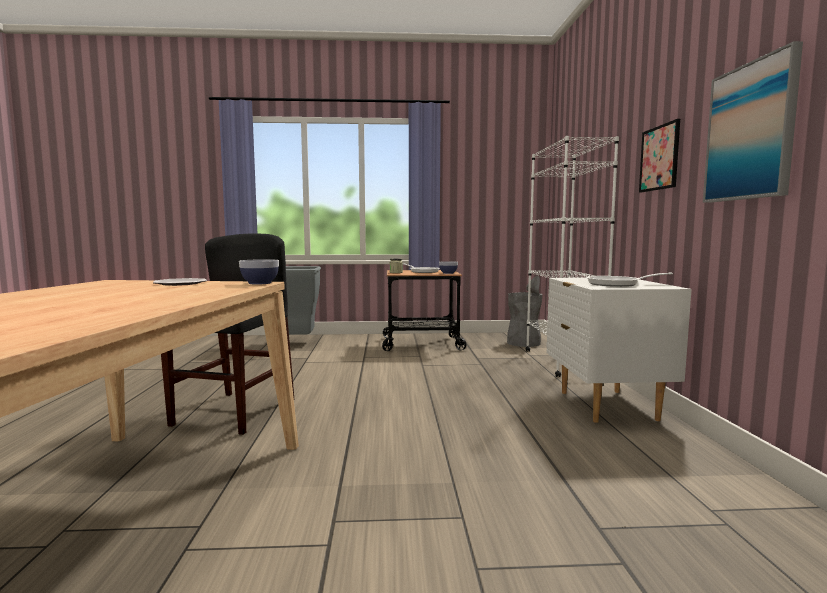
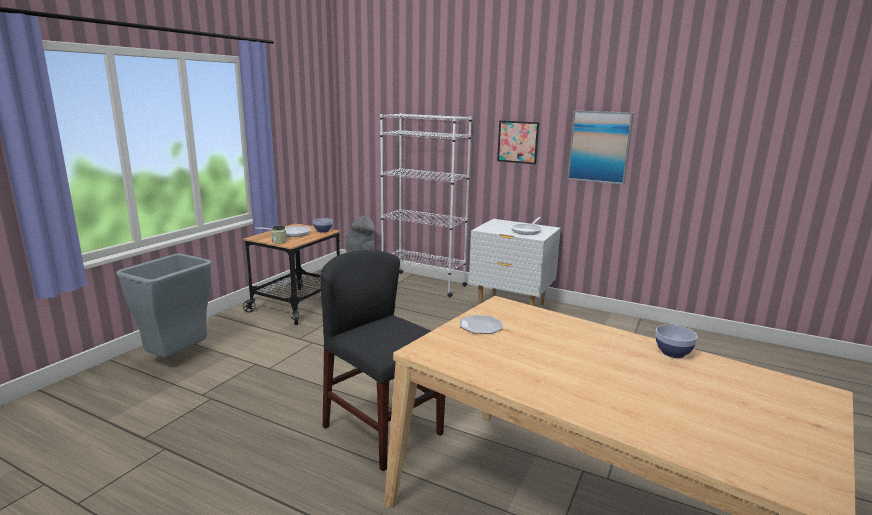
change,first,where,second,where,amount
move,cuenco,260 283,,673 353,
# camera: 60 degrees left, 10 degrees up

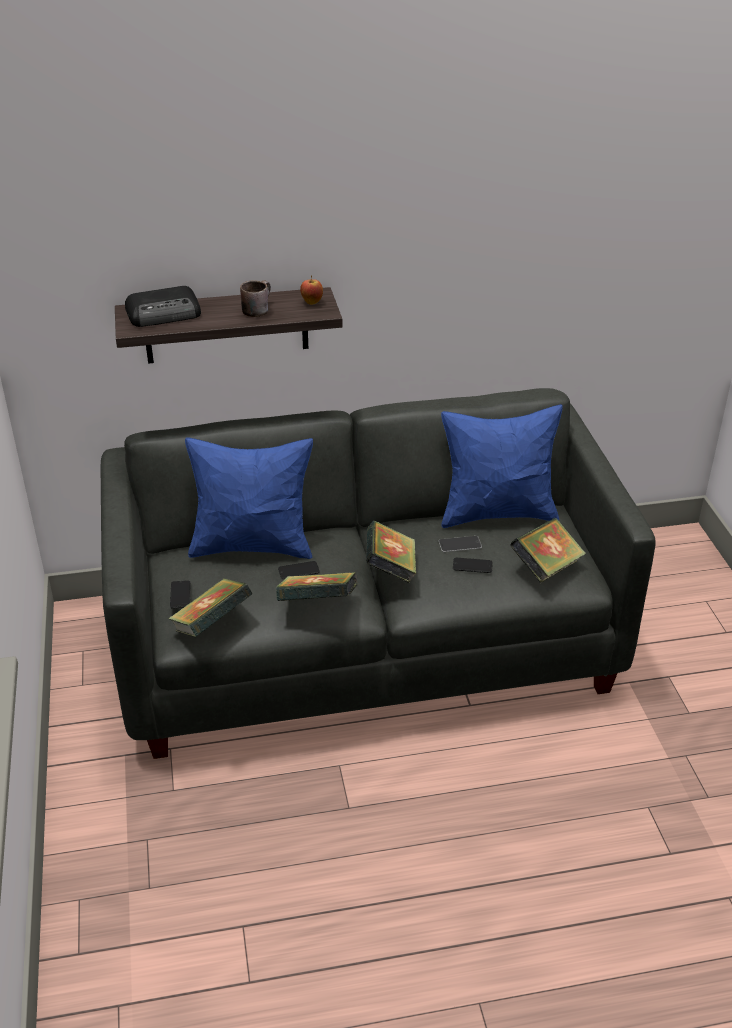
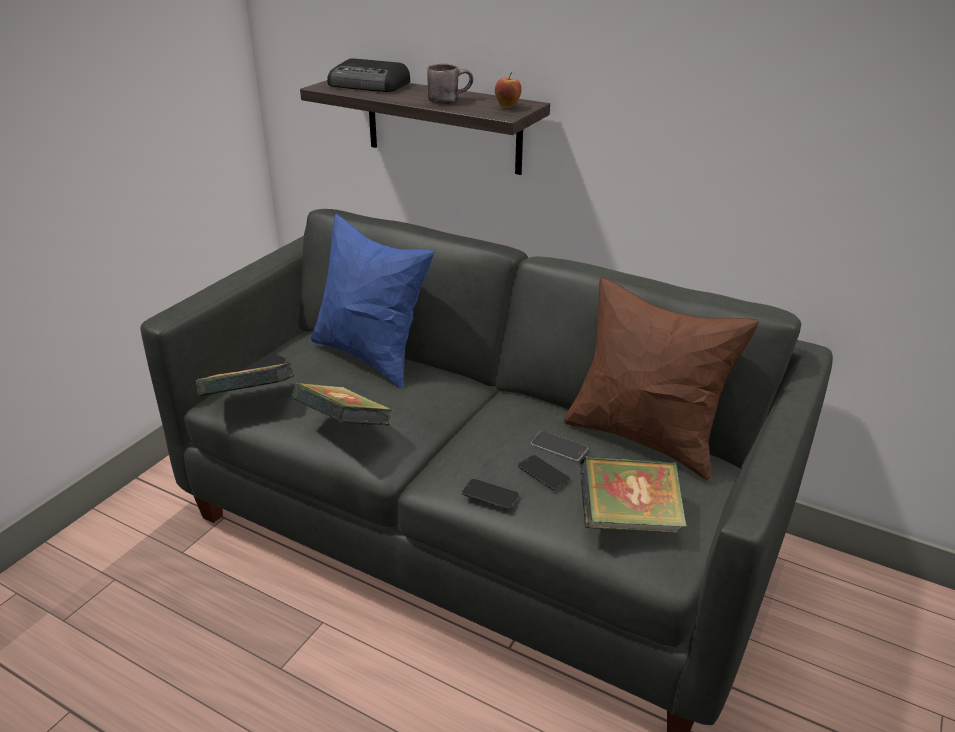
change,first,where,second,where,amount
recolor,cojín [azul],497 513,cojín [marrón],644 438,
delete,libro,390 569,,,
move,móvil,298 571,,490 494,
# camera: 40 degrees right, 5 degrees down

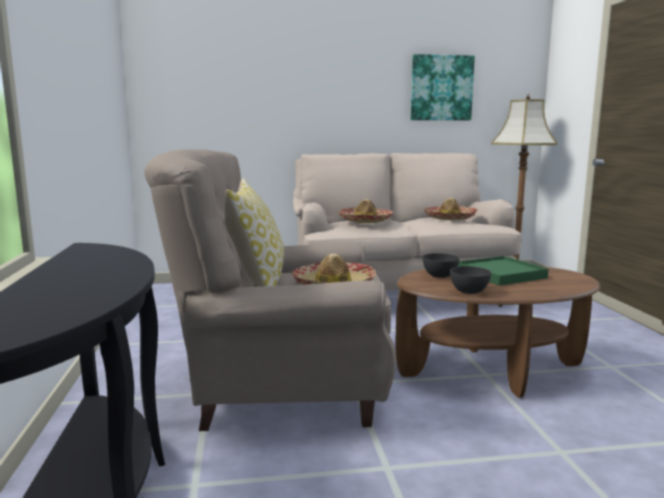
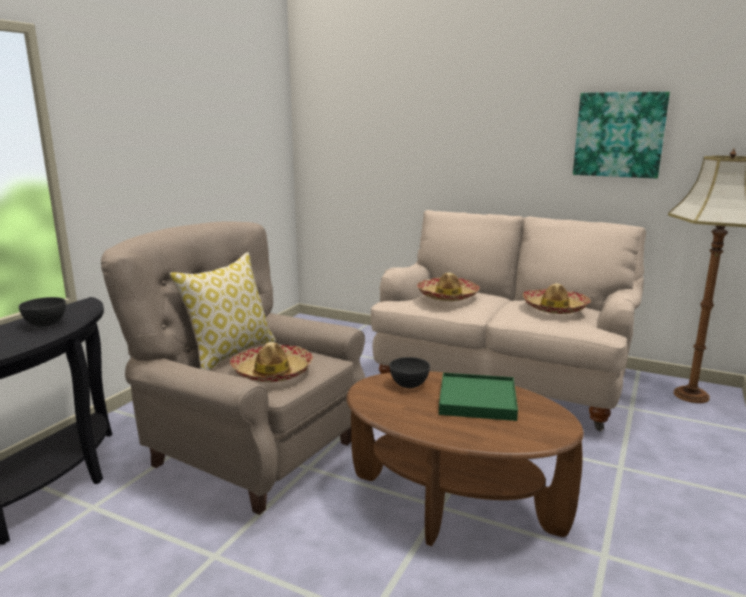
change,first,where,second,where,amount
move,cuenco [gris],469 291,,46 324,
# camera: 35 degrees right, 5 degrees up

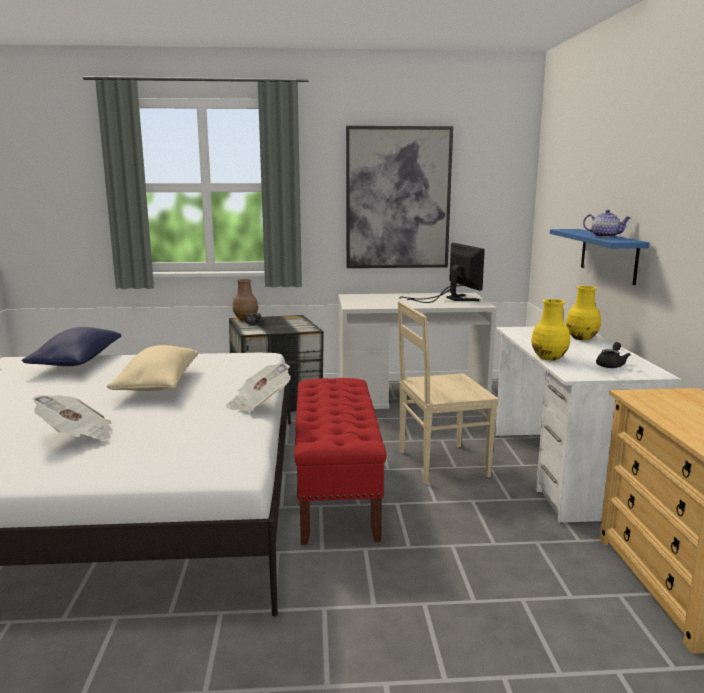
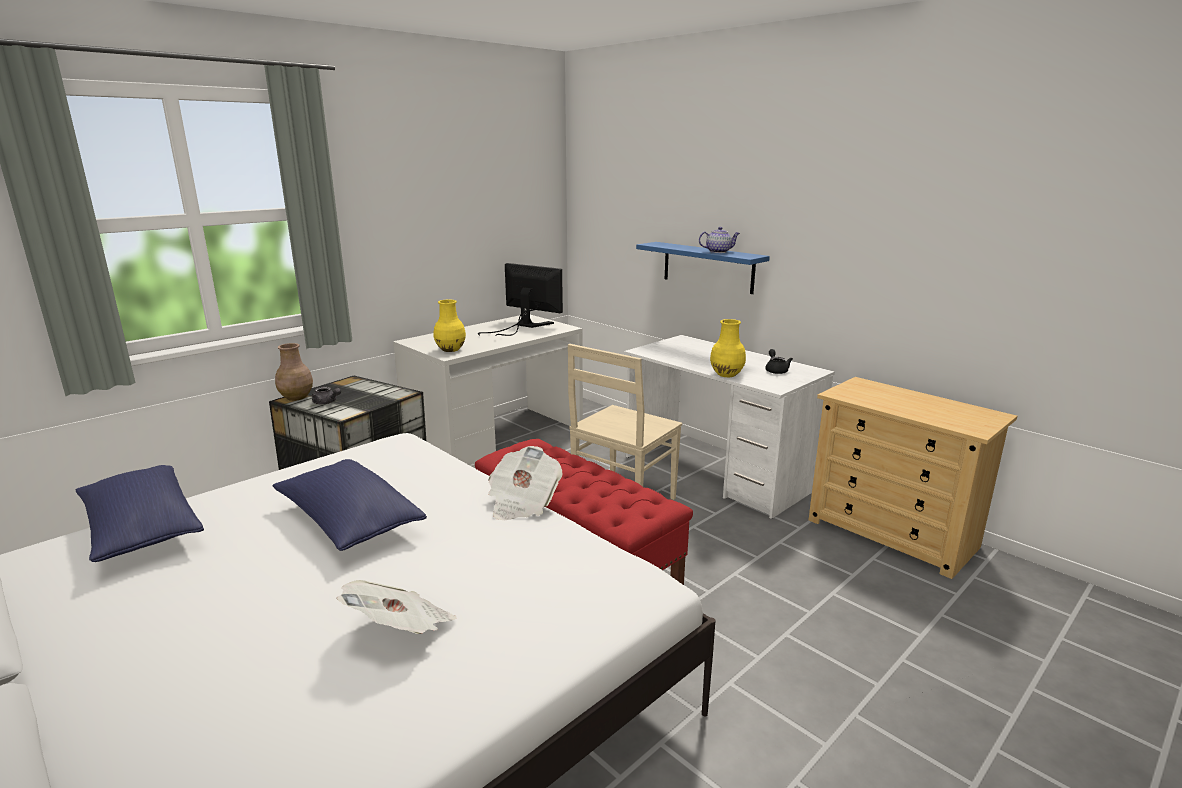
change,first,where,second,where,amount
delete,cuadro,398 198,,,
move,florero [amarillo],581 338,,450 349,
recolor,cojín [beis],157 385,cojín [azul],349 522,
# camera: 40 degrees left, 5 degrees up

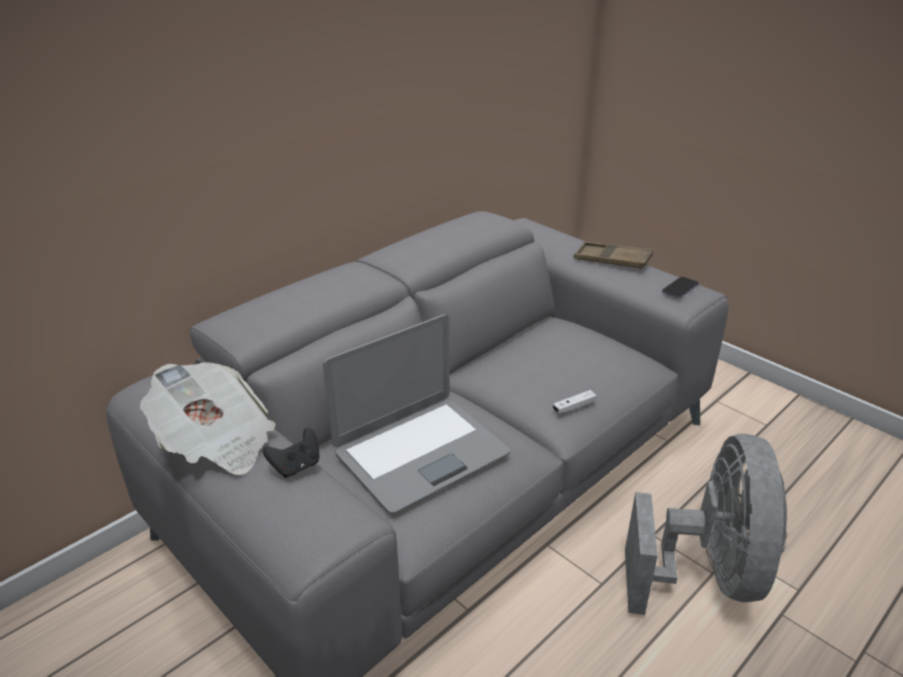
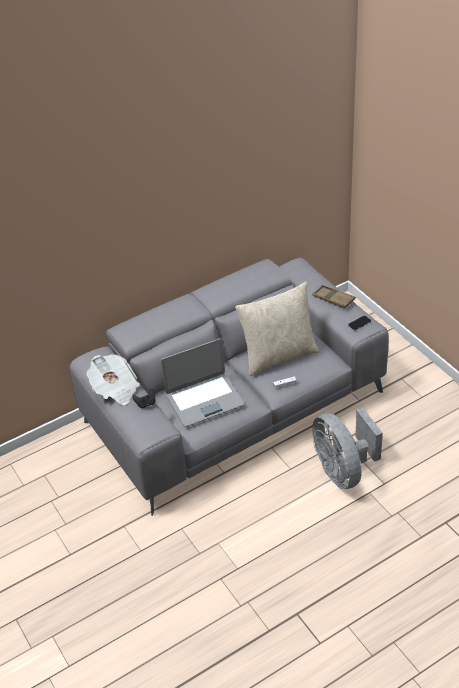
change,first,where,second,where,amount
rotate,ventilador [gris],706 573,,343 470,135 degrees clockwise
insert,,,cojín [beis],278 355,
# camera: 15 degrees right, 10 degrees up

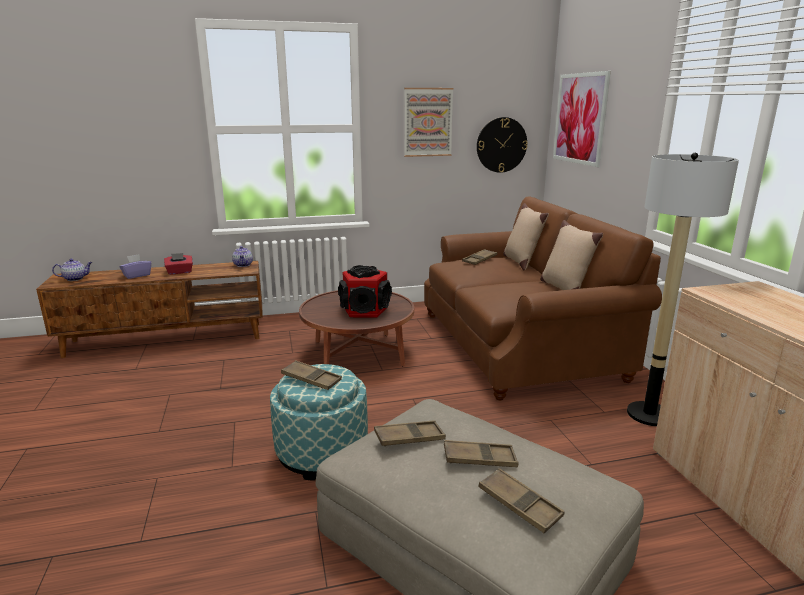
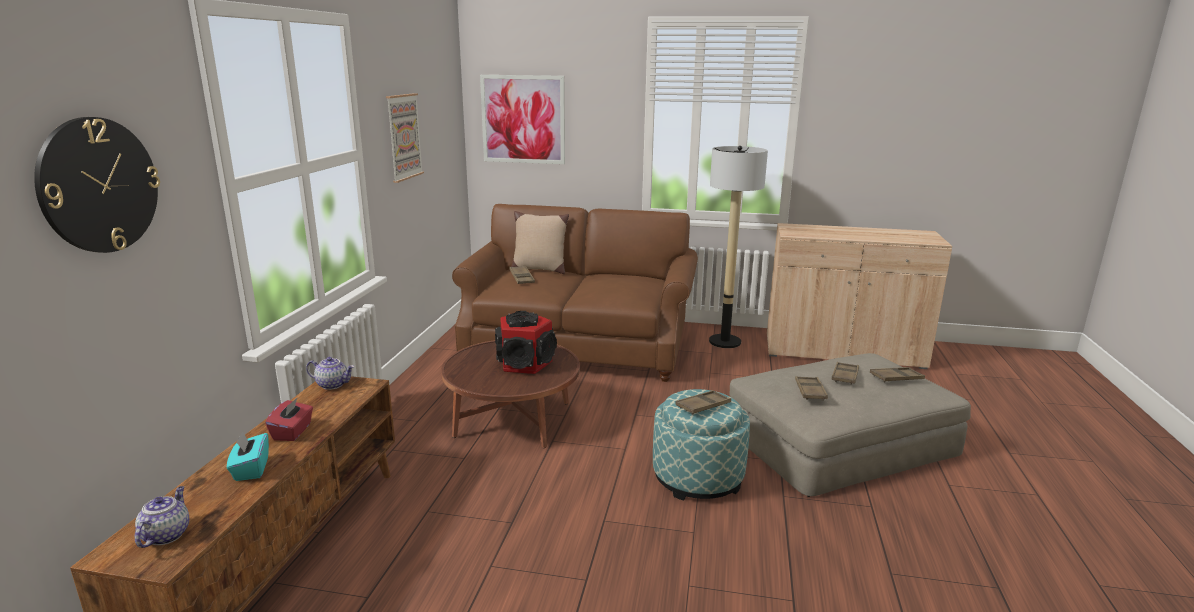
change,first,where,second,where,amount
move,reloj de pared,501 145,,99 185,
delete,cojín [beis],564 288,,,
recolor,caja de pañuelos [morado],137 275,caja de pañuelos [turquesa],251 469,
# camera: 65 degrees left, 0 degrees up

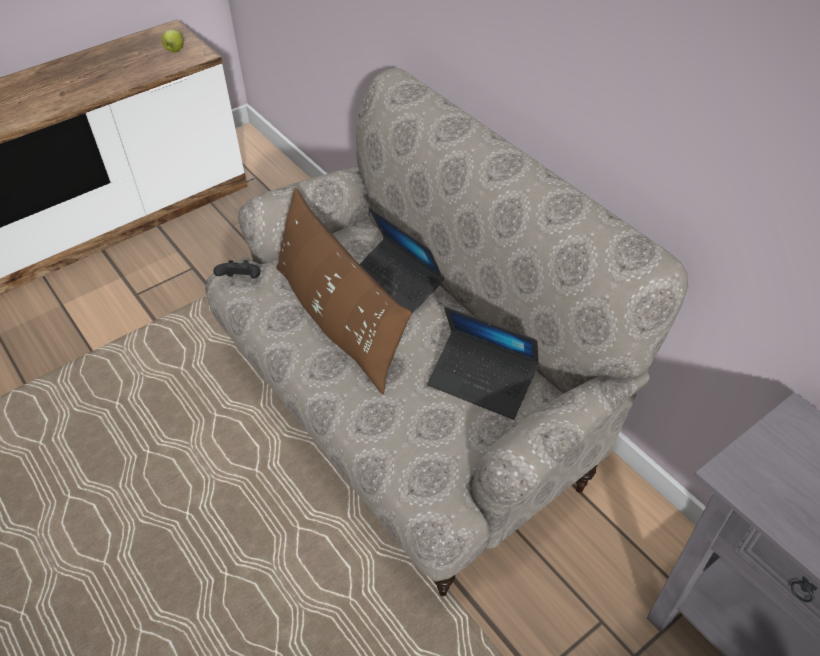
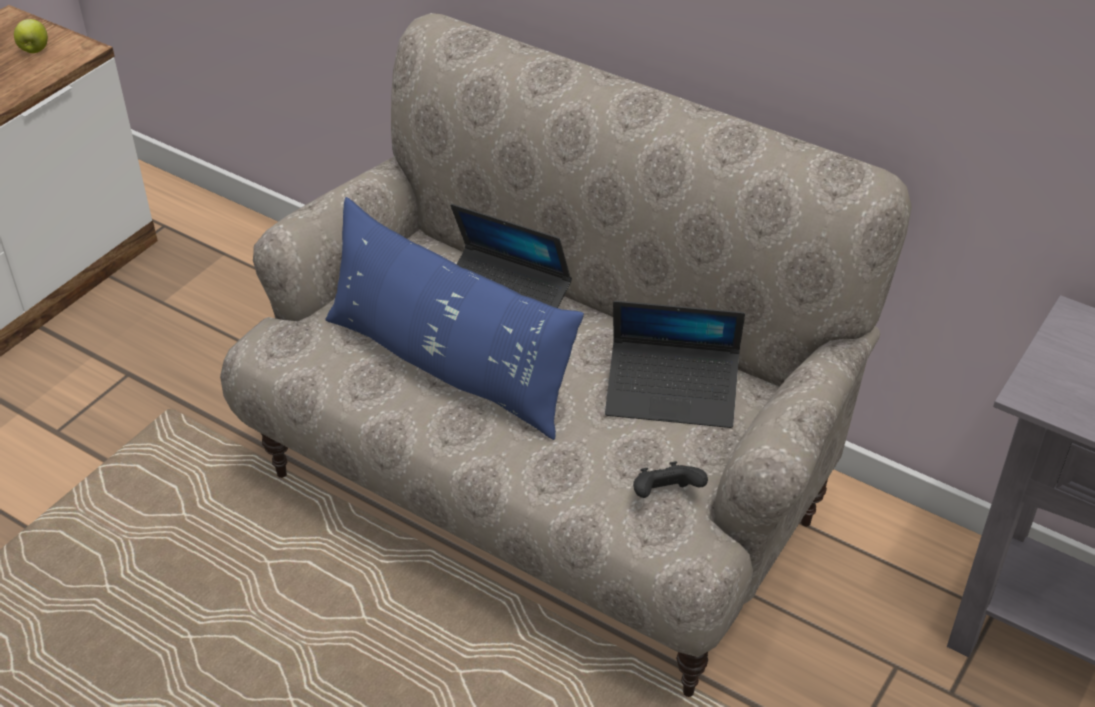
change,first,where,second,where,amount
recolor,cojín [marrón],338 320,cojín [azul],448 366,
move,mando de consola [negro],241 280,,665 496,
# camera: 20 degrees left, 5 degrees down

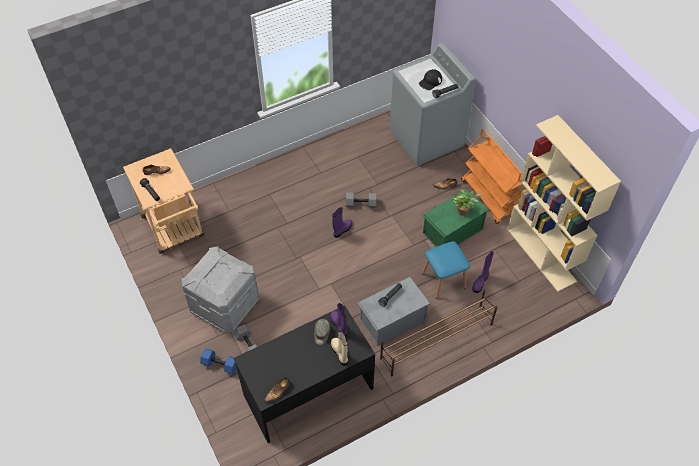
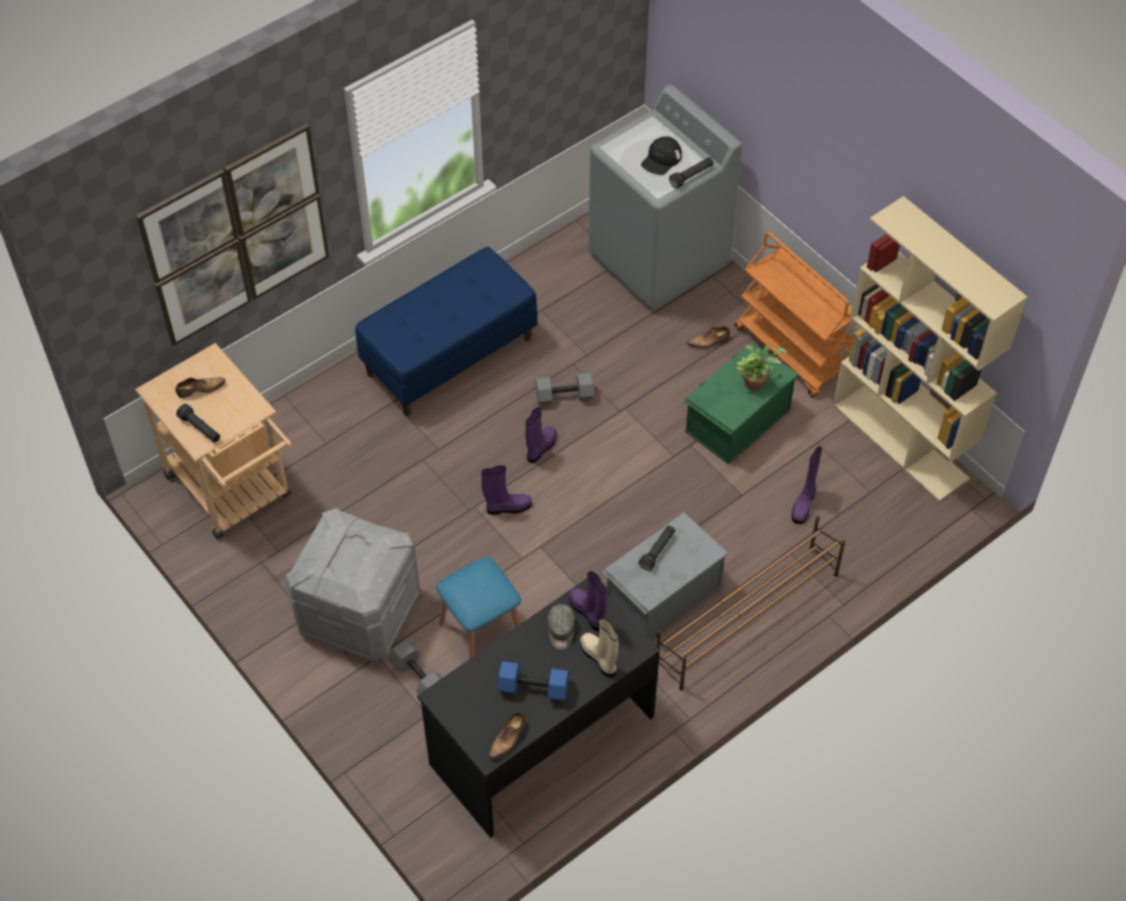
change,first,where,second,where,amount
move,taburete [azul],443 280,,481 630,
move,mancuerna [azul],221 364,,534 687,
insert,,,cuadro,236 235,
insert,,,banco [azul],449 355,
insert,,,bota [morado],507 507,
# camera: 10 degrees left, 0 degrees up

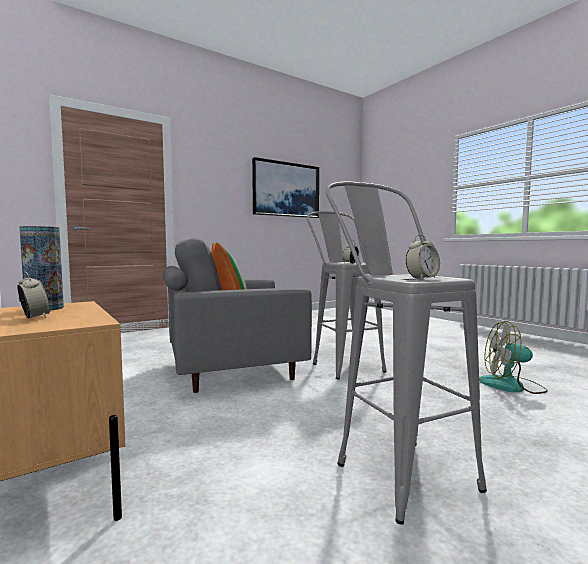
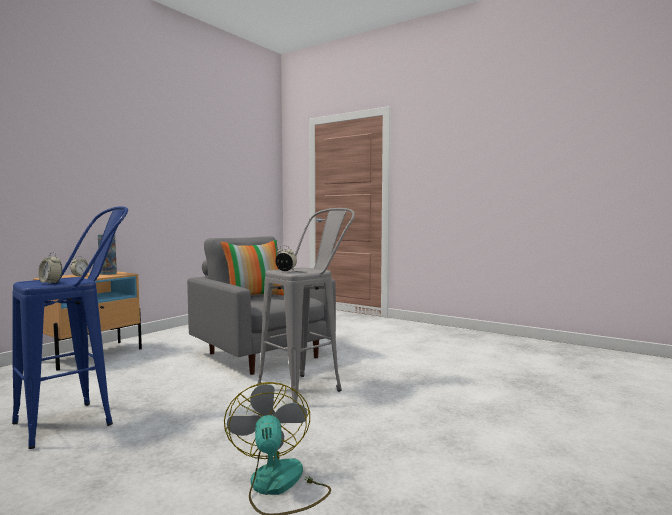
change,first,where,second,where,amount
delete,cuadro,286 189,,,
recolor,taburete [gris],393 466,taburete [azul],79 419,
# camera: 70 degrees right, 0 degrees up

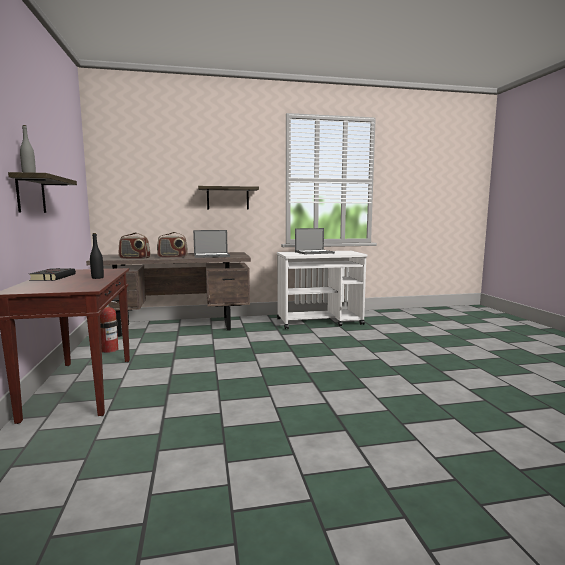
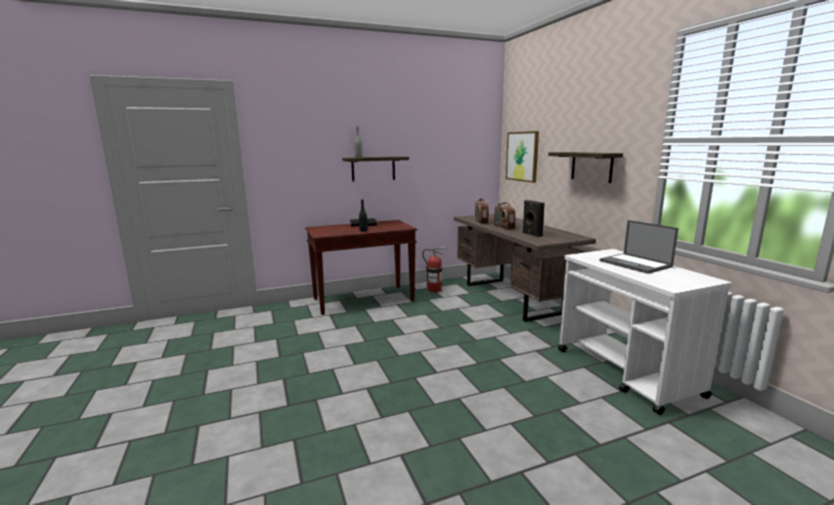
change,first,where,second,where,amount
replace,portátil,212 256,altavoz [negro],531 234,
insert,,,cuadro,522 156,
# camera: 80 degrees right, 5 degrees up

